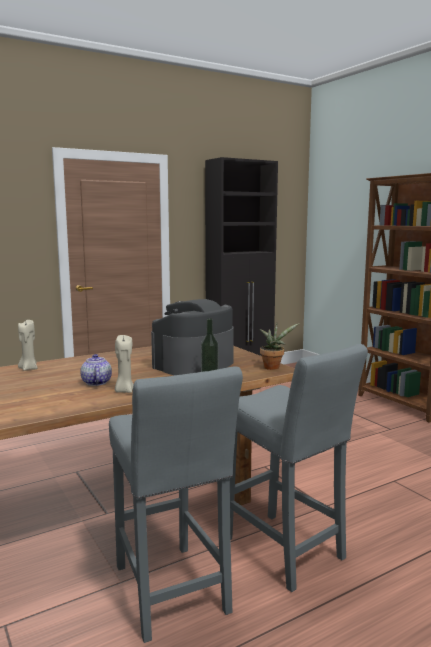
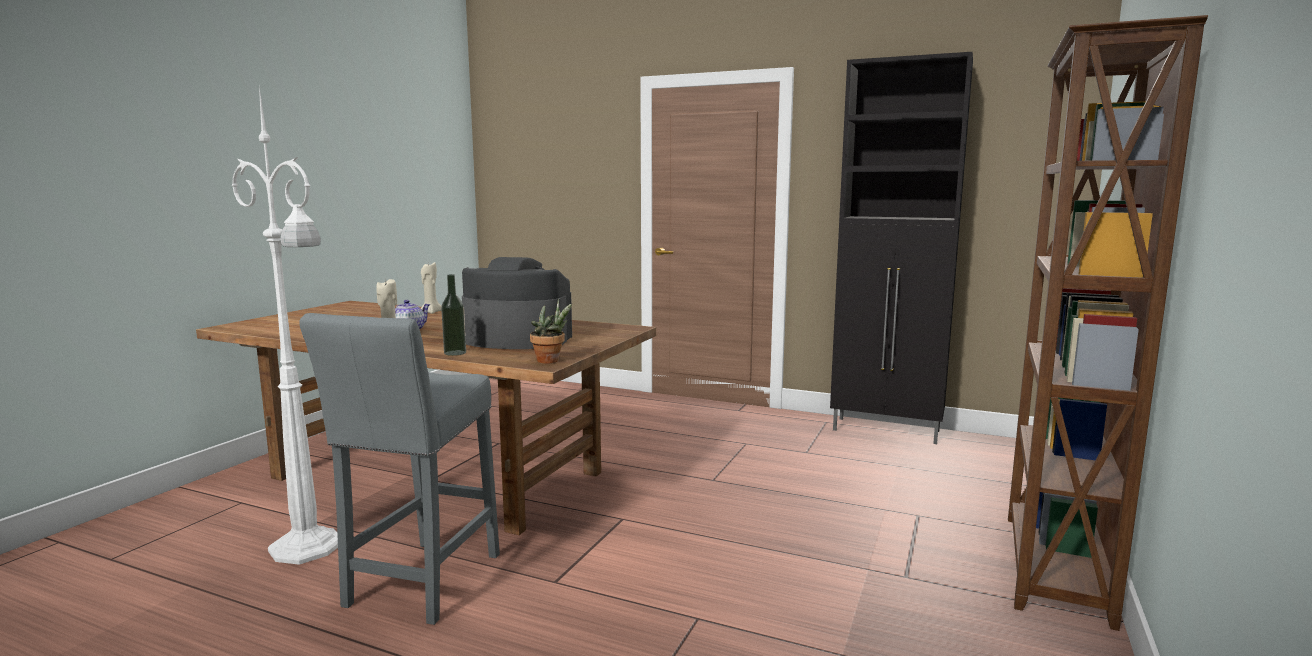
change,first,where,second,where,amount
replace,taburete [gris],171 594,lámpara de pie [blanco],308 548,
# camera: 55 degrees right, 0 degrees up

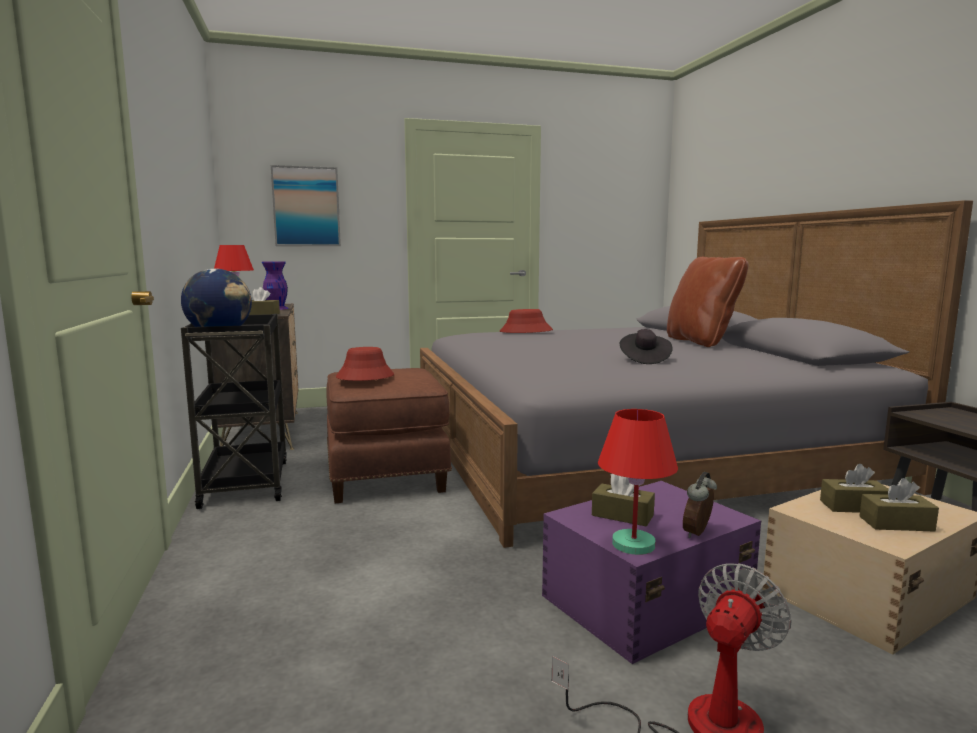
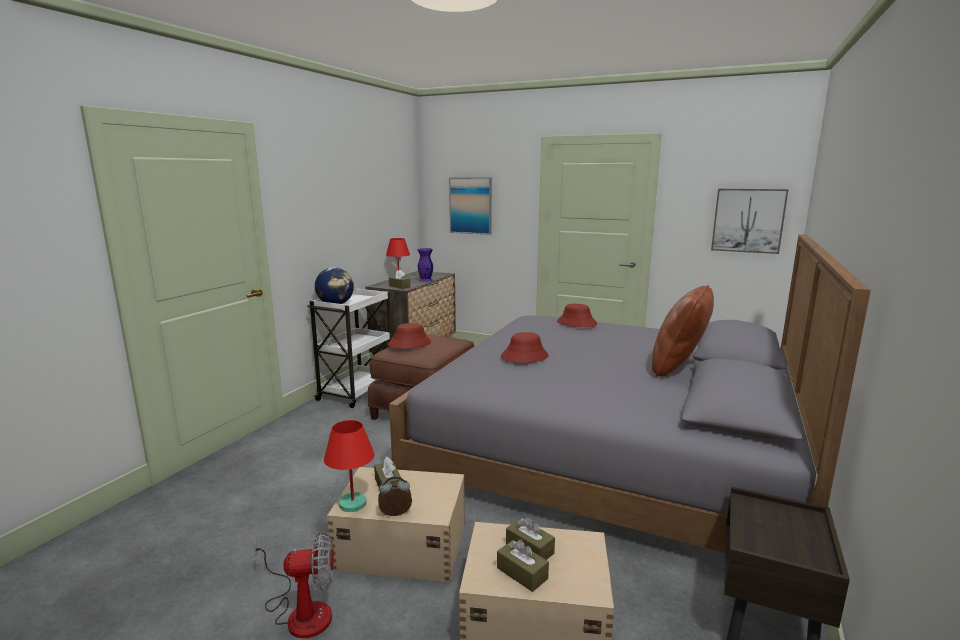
change,first,where,second,where,amount
recolor,carrito [negro],246 482,carrito [blanco],357 391,
delete,sombrero [negro],644 360,,,
recolor,caja de almacenaje [morado],644 600,caja de almacenaje [beis],401 545,
insert,,,cuadro,748 220,
insert,,,sombrero [rojo],524 356,
# camera: 40 degrees right, 5 degrees up

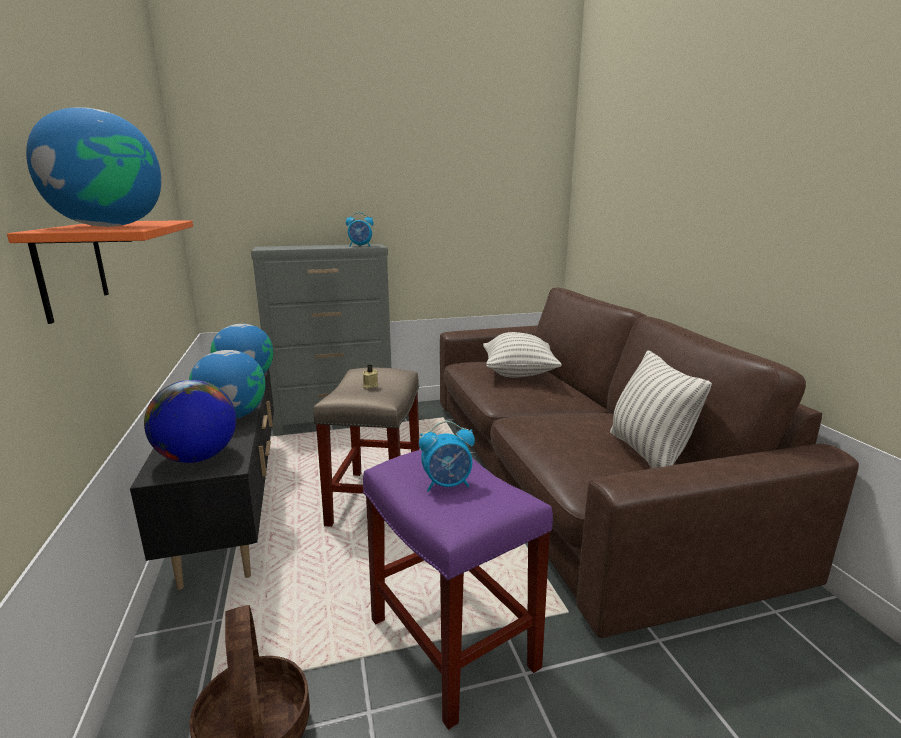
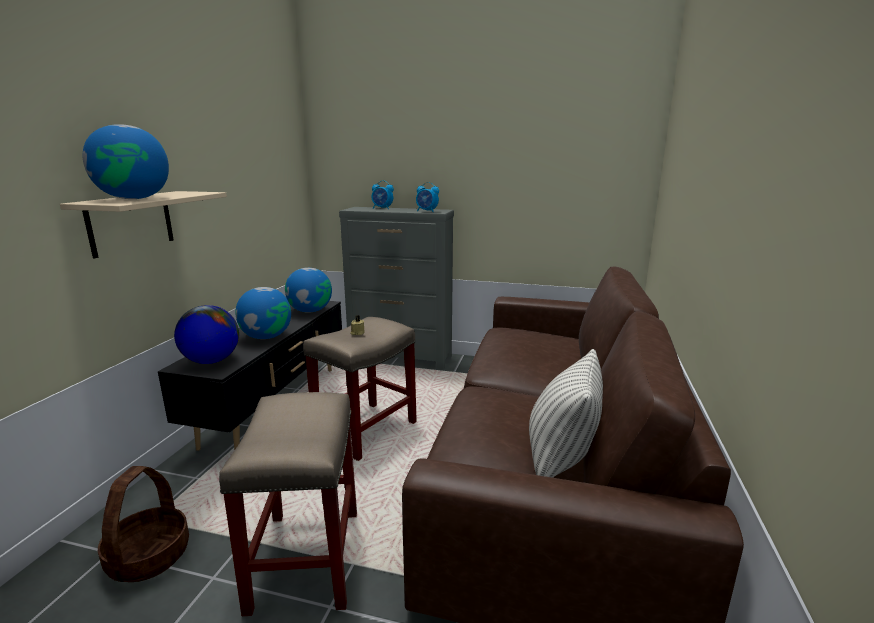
change,first,where,second,where,amount
recolor,estante [naranja],71 267,estante [beis],131 222,
delete,cojín,518 373,,,
move,despertador,447 485,,382 208,
recolor,taburete [morado],450 641,taburete [beis],306 557,
# camera: 30 degrees right, 0 degrees up

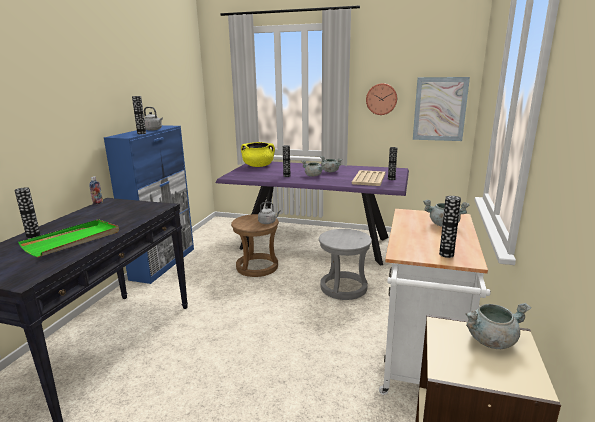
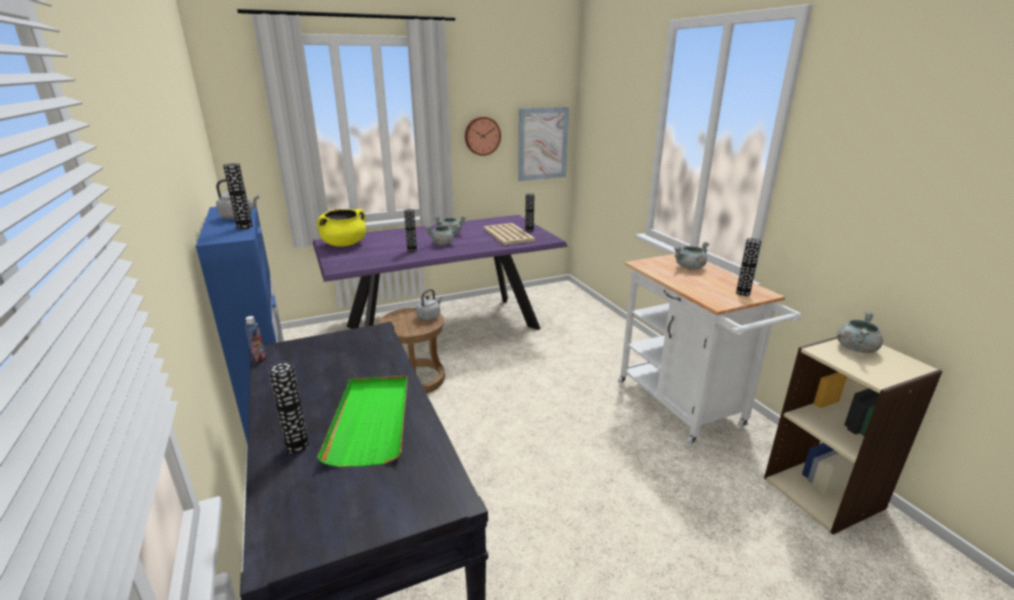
change,first,where,second,where,amount
delete,taburete [gris],343 287,,,
# camera: 40 degrees left, 5 degrees up

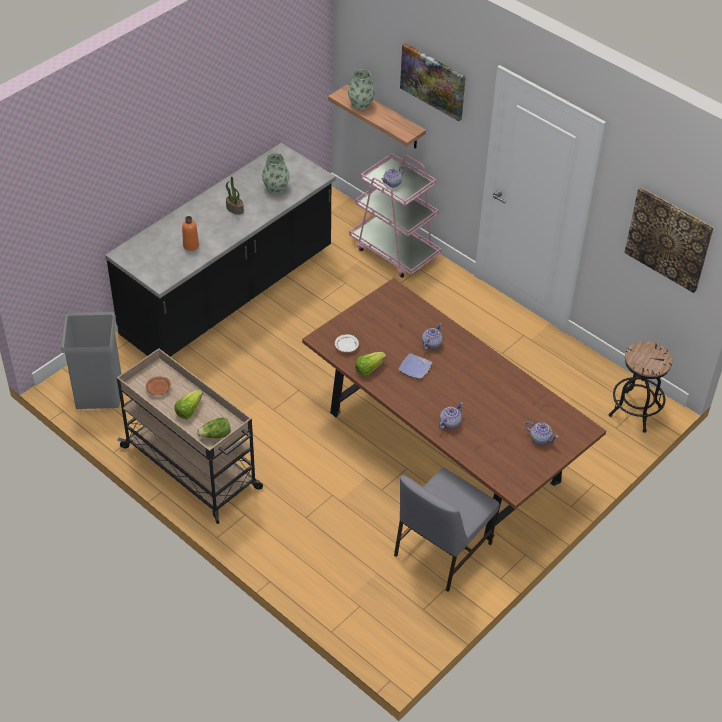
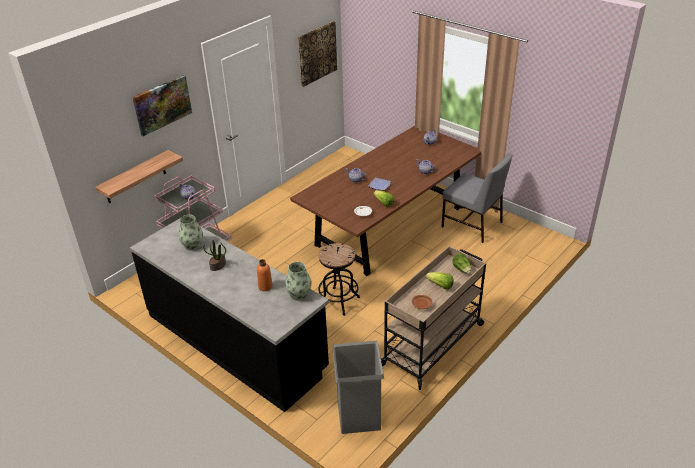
change,first,where,second,where,amount
move,florero,361 104,,299 294,
move,taburete [negro],635 411,,339 301,
# camera: 90 degrees left, 10 degrees down

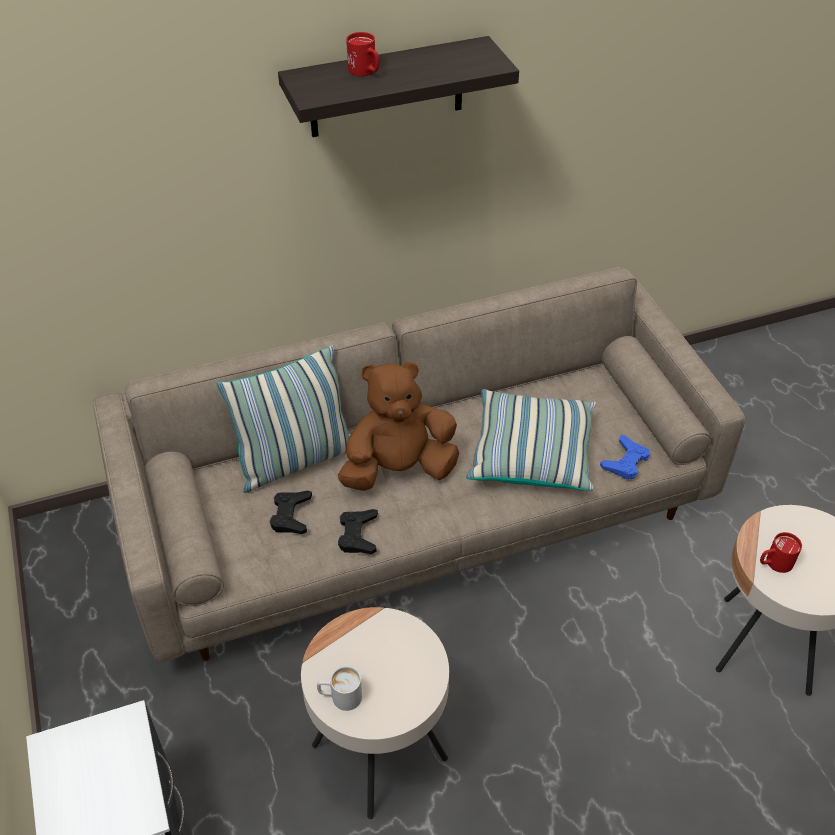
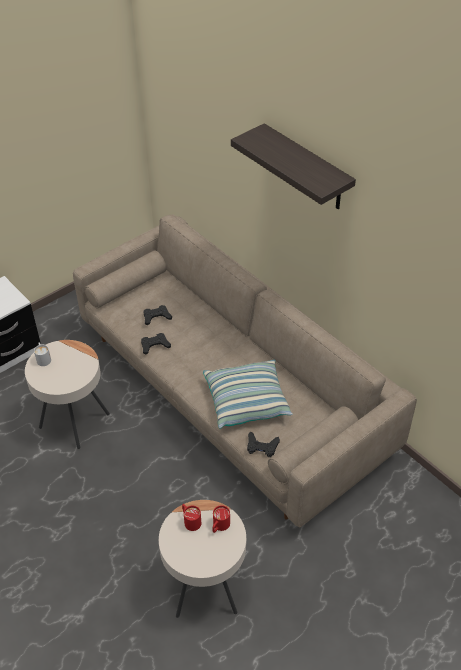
change,first,where,second,where,amount
move,taza grande [rojo],365 72,,219 526,
delete,cojín,295 461,,,
delete,peluche [marrón],398 469,,,
recolor,mando de consola [azul],625 461,mando de consola [negro],262 447,
# camera: 70 degrees right, 0 degrees up

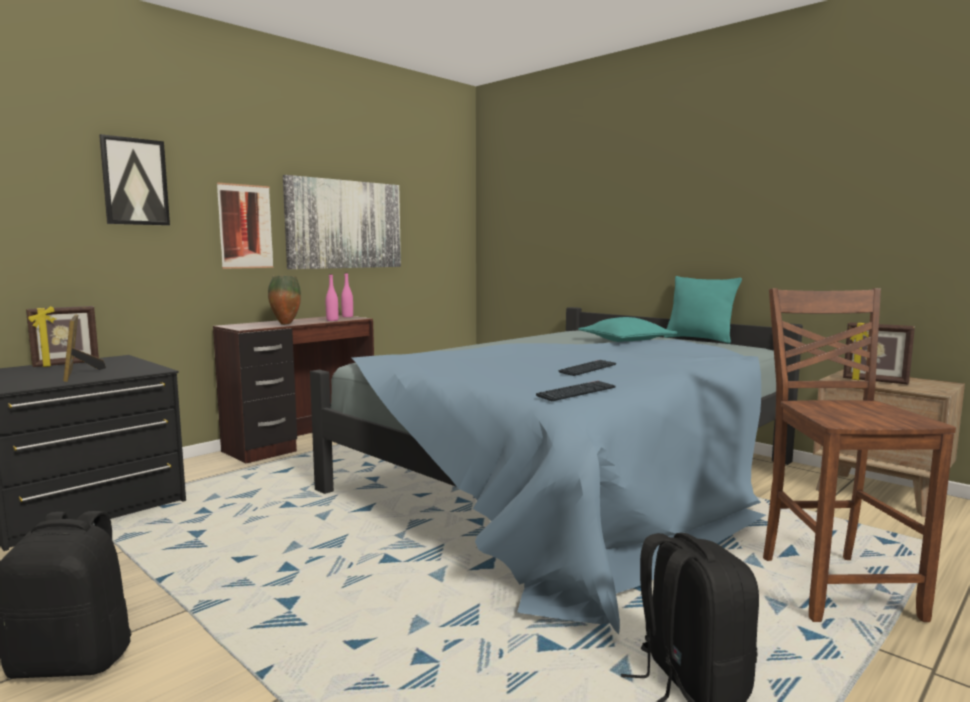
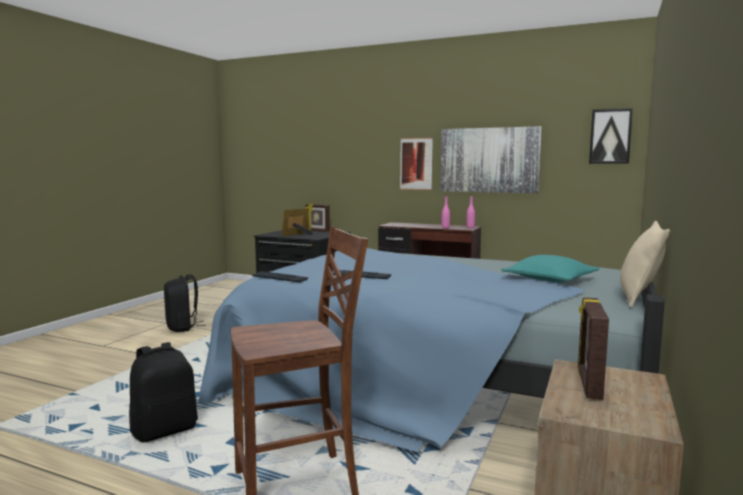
change,first,where,second,where,amount
move,cuadro,135 182,,610 136,
delete,florero,285 324,,,
recolor,cojín [turquesa],699 339,cojín [beis],638 299,
# camera: 70 degrees right, 0 degrees up

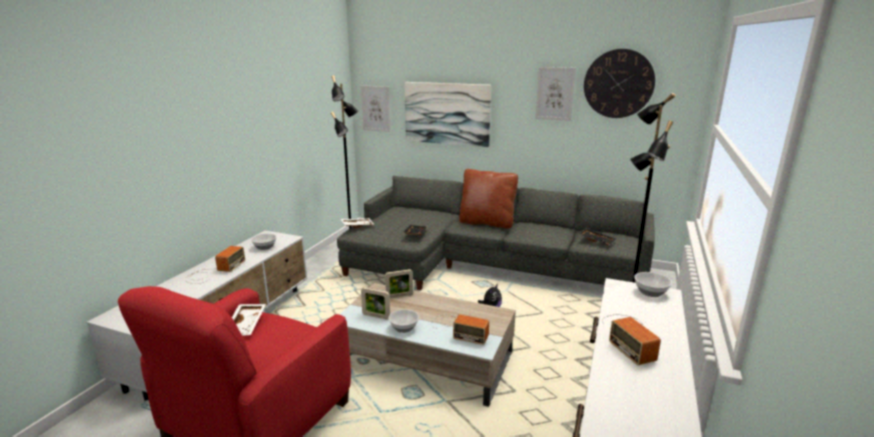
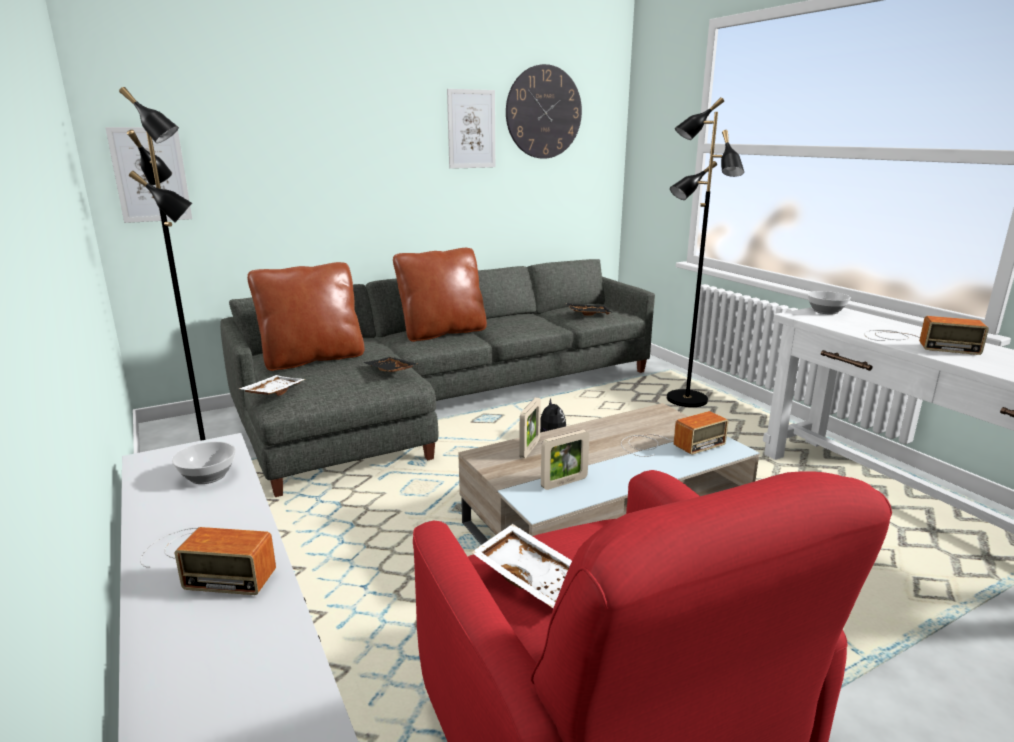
change,first,where,second,where,amount
delete,cuadro,447 113,,,
rotate,radio,213 271,,206 560,135 degrees clockwise
delete,cuenco,404 328,,,
insert,,,cojín [marrón],313 359,
# camera: 50 degrees left, 0 degrees up

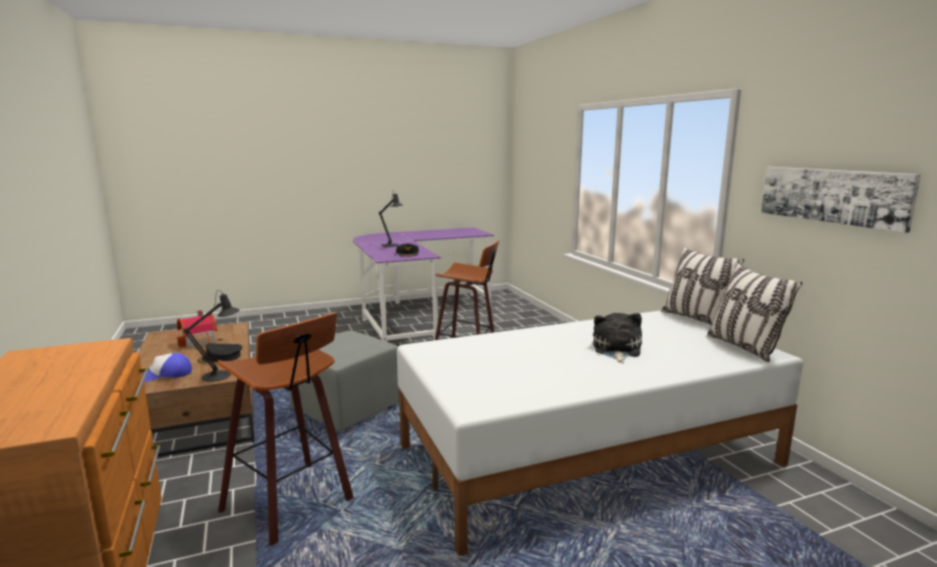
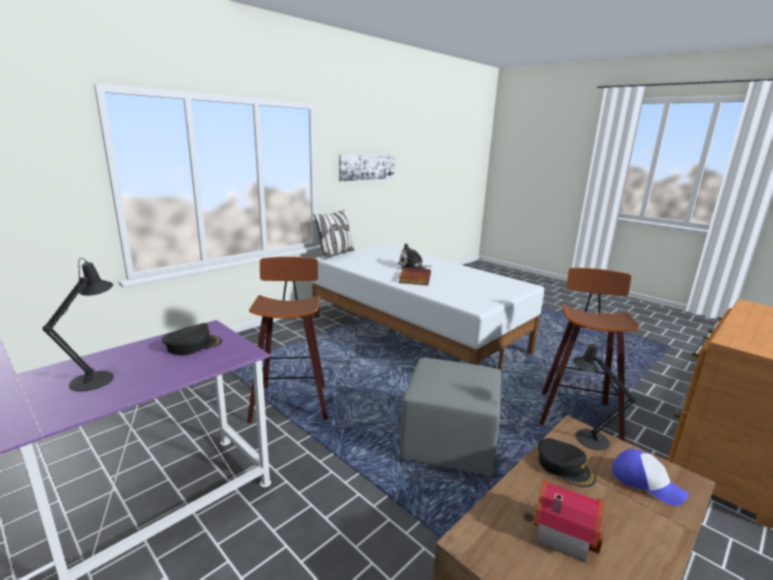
change,first,where,second,where,amount
delete,cojín,744 347,,,
insert,,,libro,414 278,
# camera: 115 degrees left, 5 degrees up

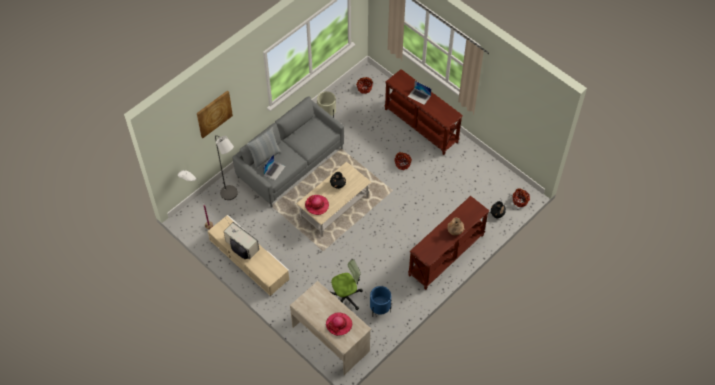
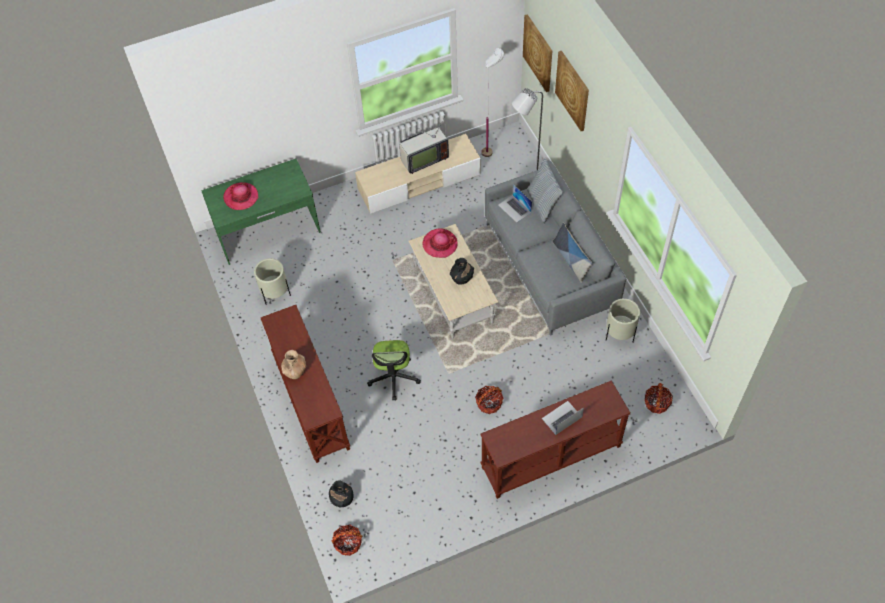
change,first,where,second,where,amount
move,silla de oficina,346 297,,394 377,
recolor,escritorio [beis],331 338,escritorio [verde],268 232,
recolor,maceta [azul],380 309,maceta [beis],275 294,
insert,,,cuadro,538 53,
insert,,,cojín,571 260,
# camera: 115 degrees right, 0 degrees up

